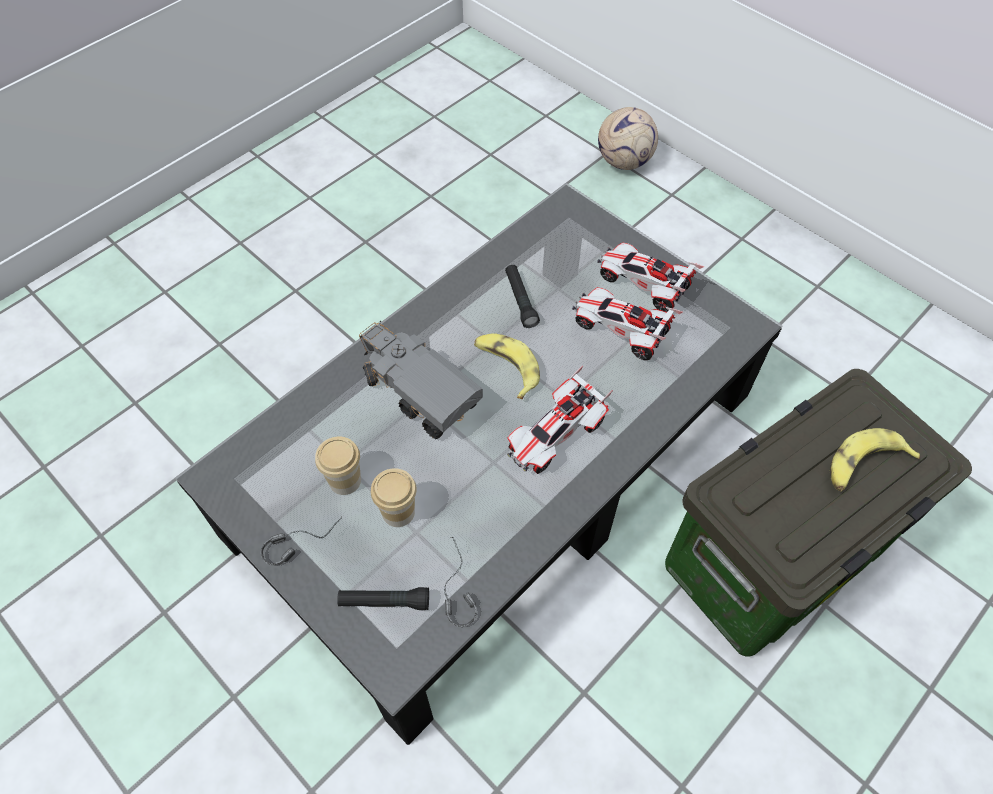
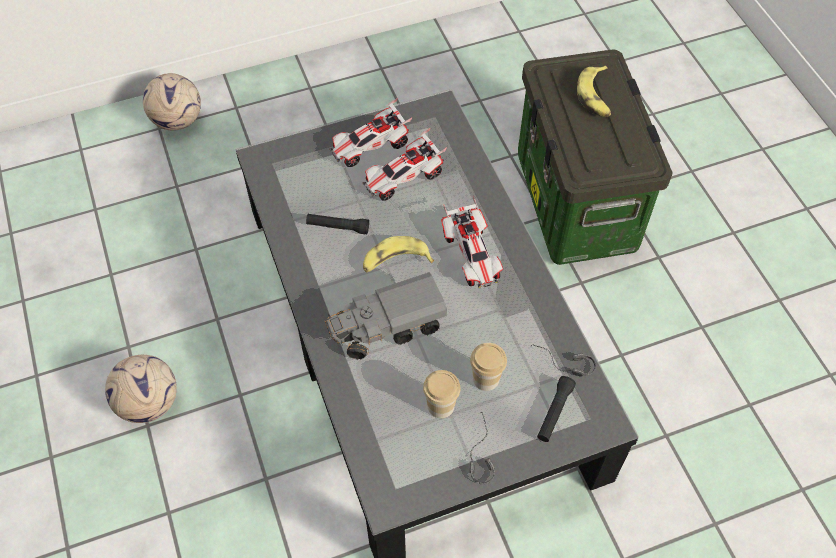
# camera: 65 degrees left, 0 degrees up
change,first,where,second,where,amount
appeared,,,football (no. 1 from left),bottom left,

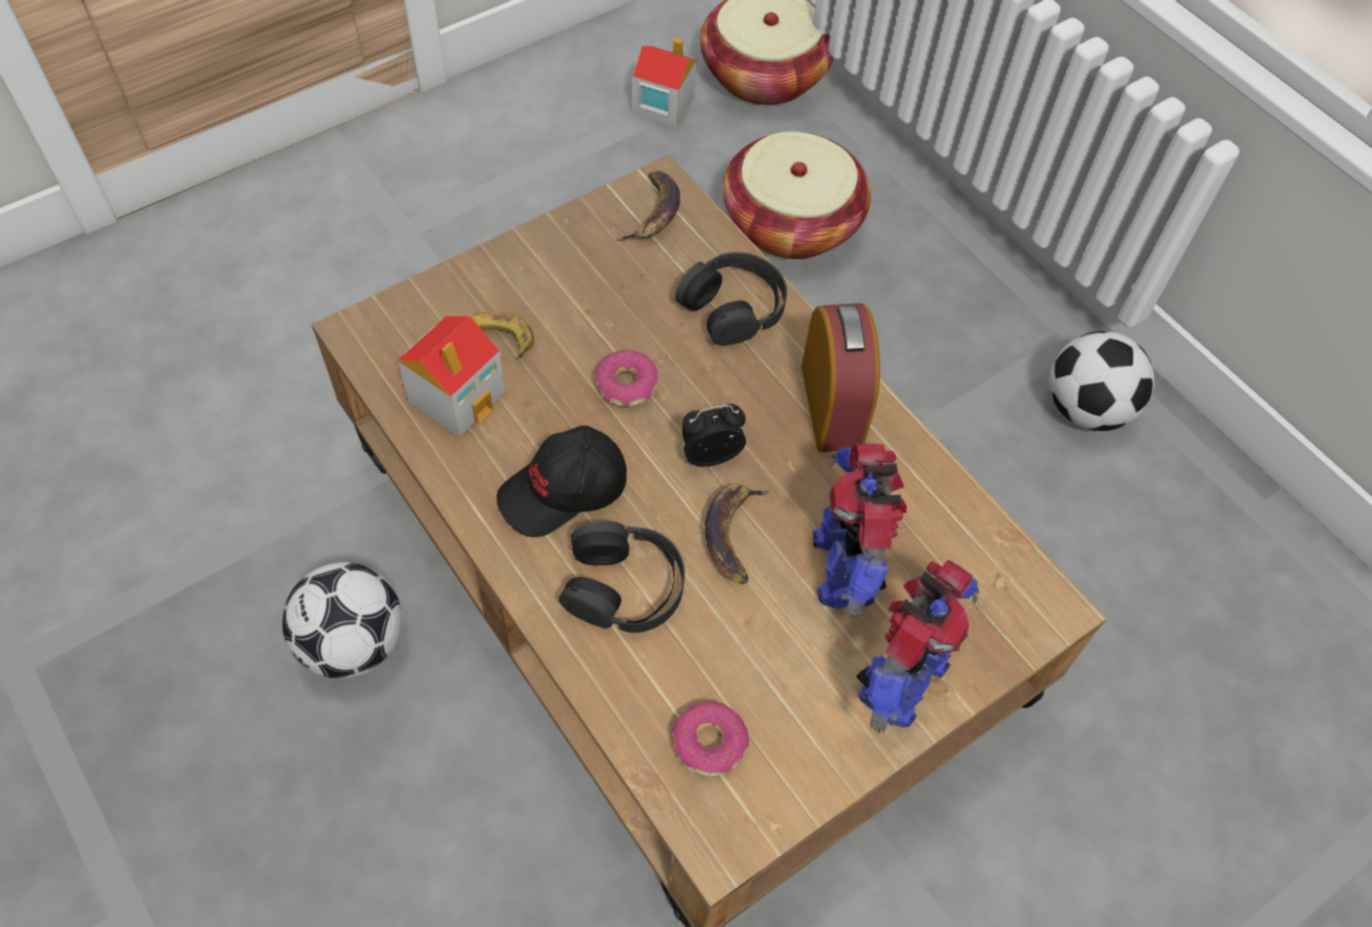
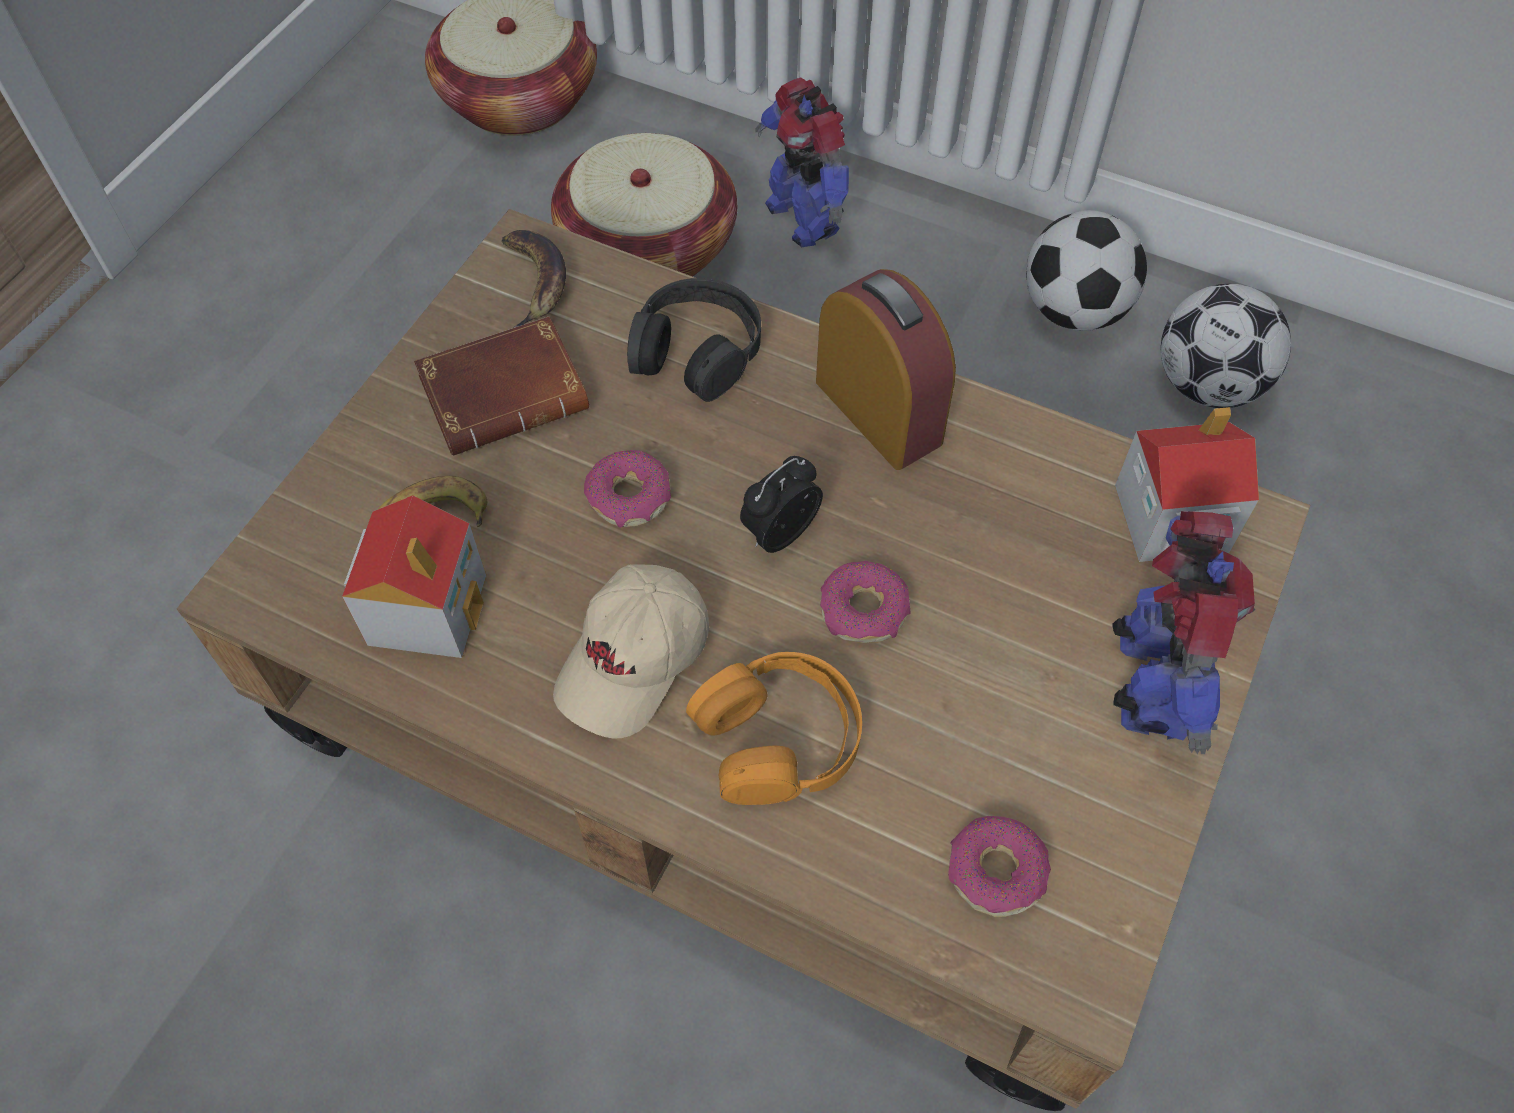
# camera: 25 degrees left, 0 degrees up
change,first,where,second,where,amount
relocated,football (no. 1 from left in the first image),bottom left,football (no. 2 from left),top right,
colour,baseball cap/blackish,centre,baseball cap/sand-coloured,centre,
colour,headset/blackish (no. 1 from left),centre,headset/orange,centre,
relocated,miniature house (no. 2 from left),top centre,,middle right,
exchanged,whole banana (no. 3 from left),centre,doughnut (no. 2 from left),centre,
relocated,toy robot (no. 1 from left),centre,,top centre,
appeared,,,book/brown,middle left,

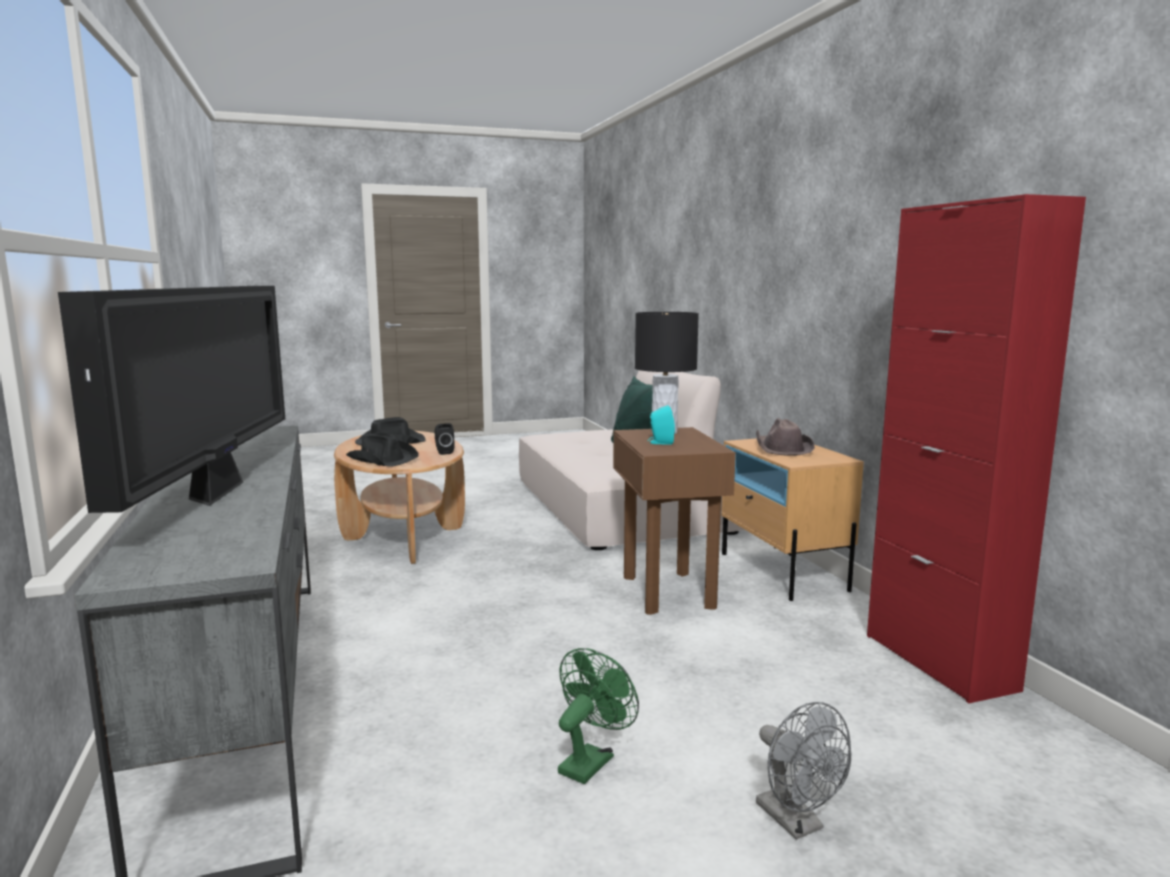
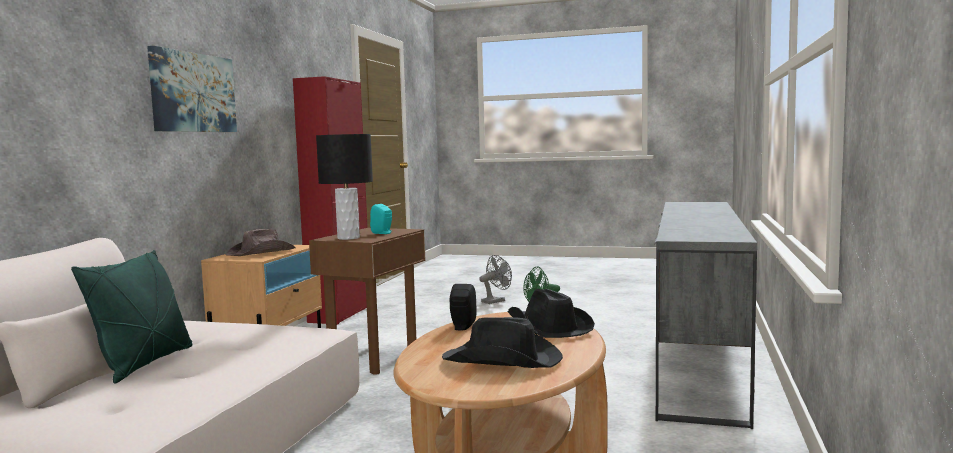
# camera: 145 degrees left, 5 degrees down
change,first,where,second,where,amount
missing,television,middle left,,,
spun,fan/gray,bottom right,,centre,45 degrees clockwise
appeared,,,picture,top left,

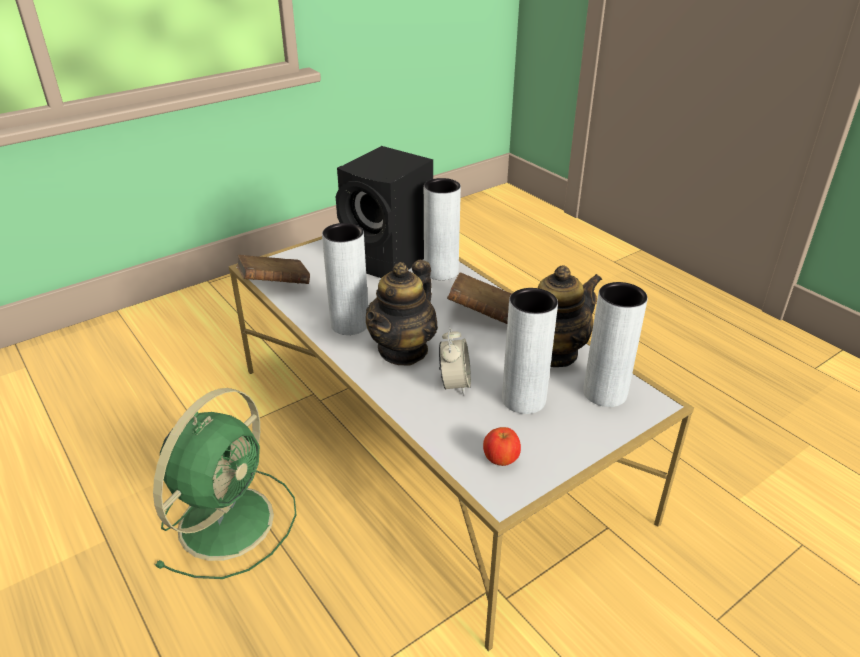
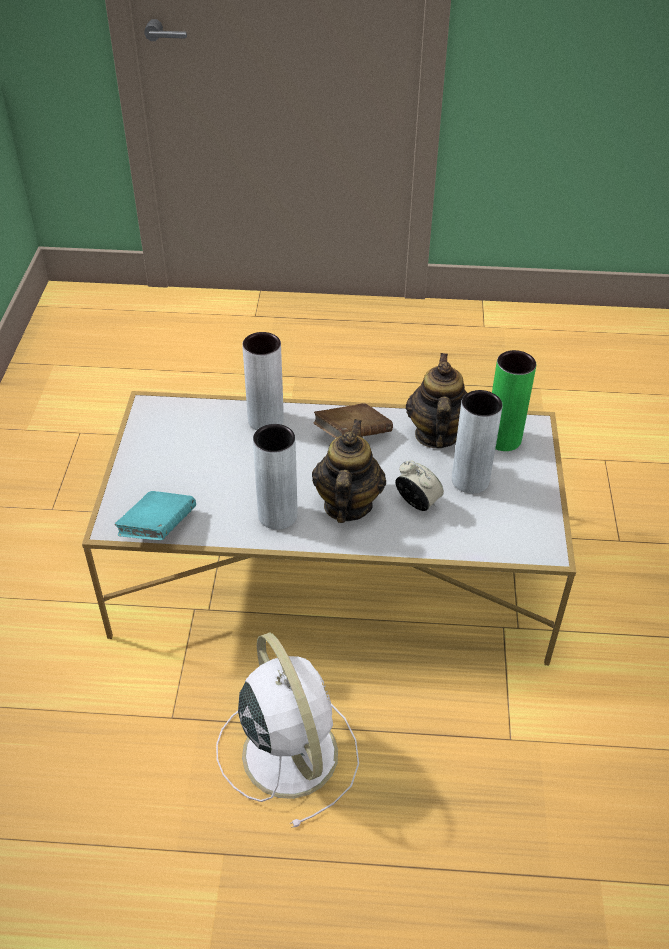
# camera: 50 degrees left, 10 degrees up
change,first,where,second,where,amount
colour,fan/greenish,bottom left,fan/white-coloured,bottom centre,
colour,book/brown (no. 1 from left),middle left,book/turquoise,middle left,
missing,audio speaker/blackish,top centre,,,
spun,teapot (no. 1 from left),centre,,centre,150 degrees counterclockwise
missing,apple,bottom centre,,,
colour,flower vase/gray (no. 4 from left),middle right,flower vase/greenish,middle right,

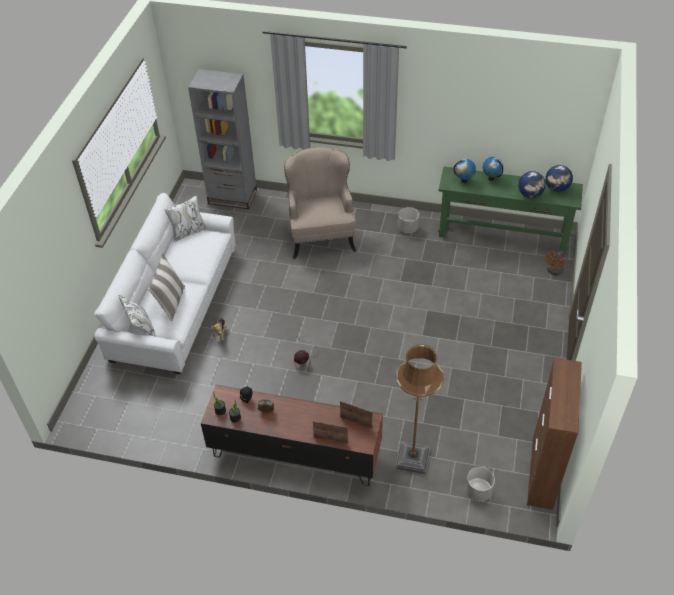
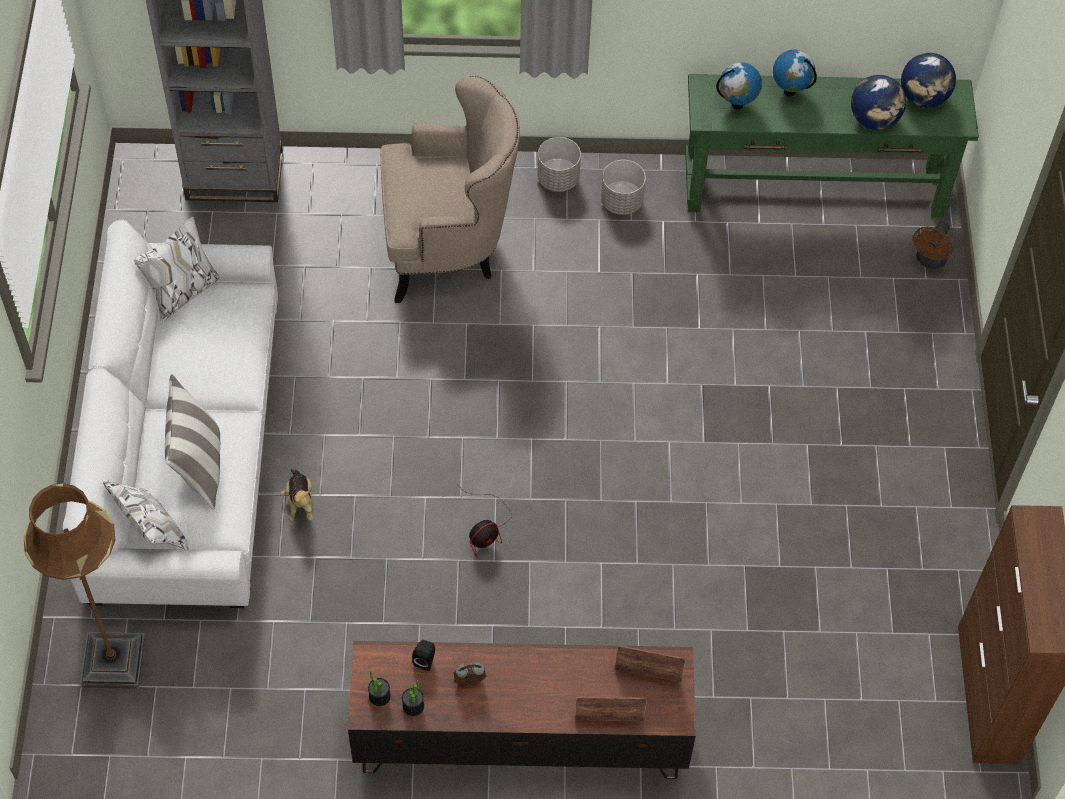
# camera: 15 degrees left, 10 degrees up
change,first,where,second,where,amount
spun,easy chair/sand-coloured,centre,,top centre,105 degrees clockwise
relocated,standard lamp/brown,bottom centre,,bottom left,
relocated,planter/gray (no. 2 from left in the first image),bottom right,planter/gray (no. 1 from left),top centre,

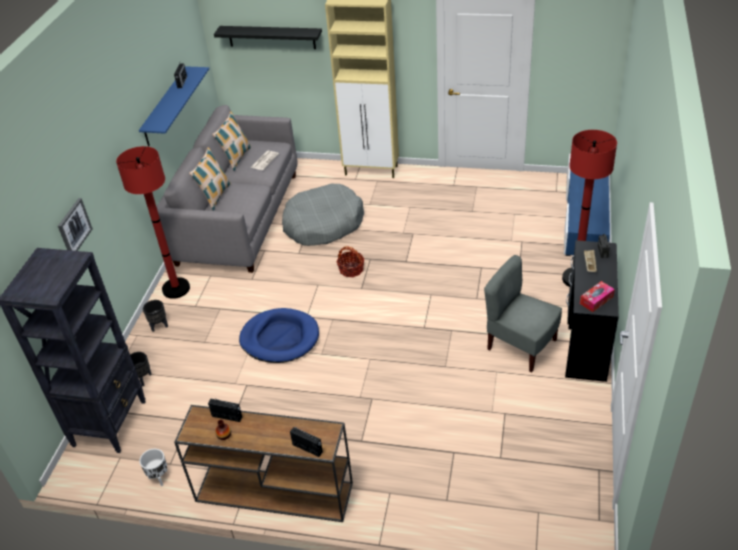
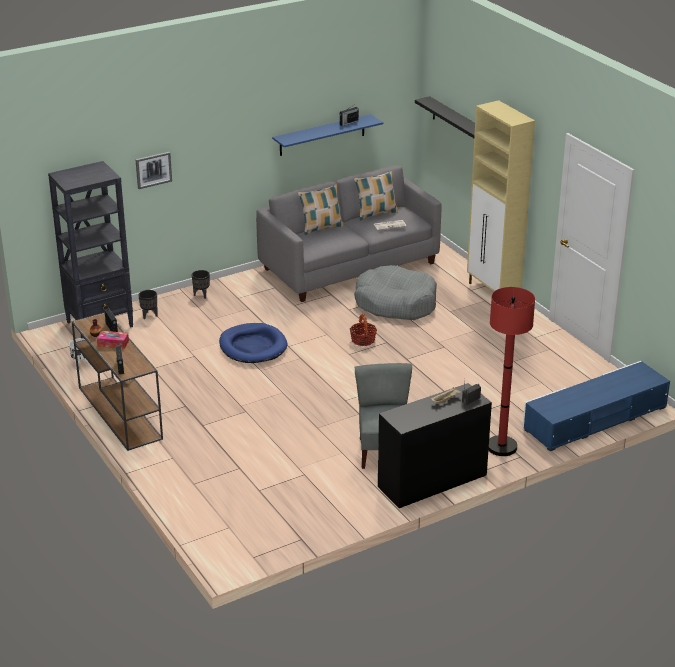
# camera: 45 degrees right, 10 degrees down
change,first,where,second,where,amount
missing,standard lamp/red-coloured (no. 1 from left),middle left,,,
relocated,tissue box,middle right,,middle left,

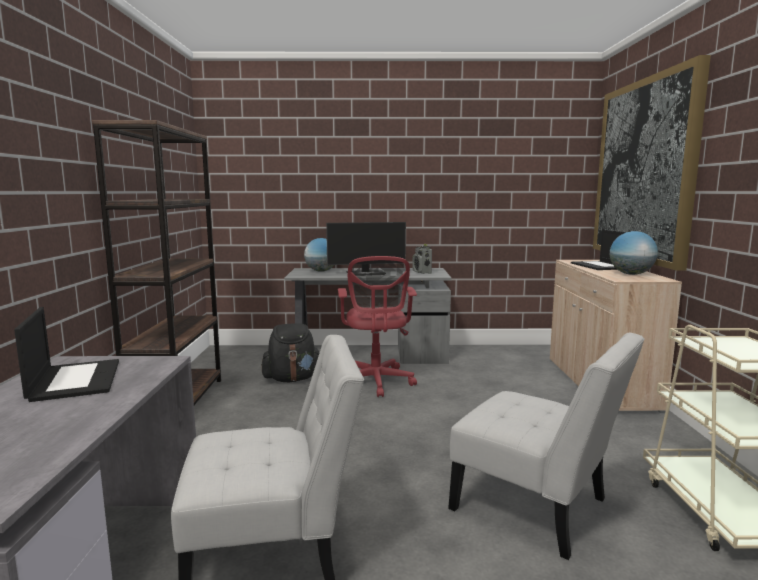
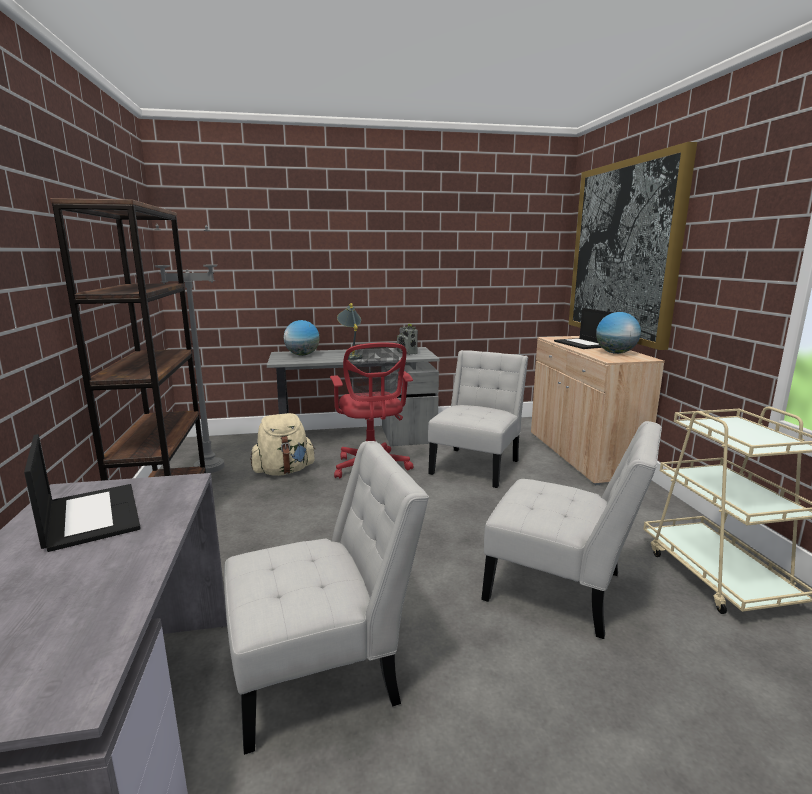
# camera: 10 degrees left, 5 degrees up
change,first,where,second,where,amount
colour,rucksack/blackish,centre,rucksack/sand-coloured,centre,
exchanged,computer screen,centre,table lamp/gray,centre,
appeared,,,standard lamp/gray,middle left,
appeared,,,upright chair/white-coloured (no. 2 from left),centre,

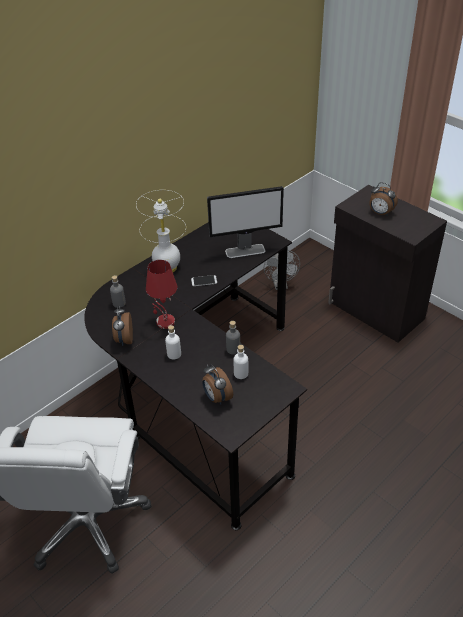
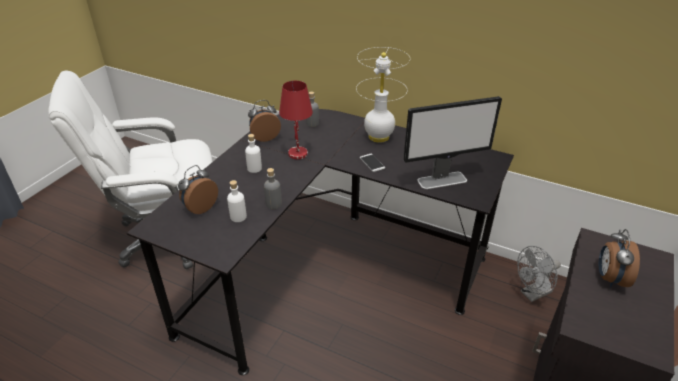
# camera: 70 degrees right, 5 degrees down
change,first,where,second,where,amount
spun,computer screen,centre,,middle right,75 degrees counterclockwise

